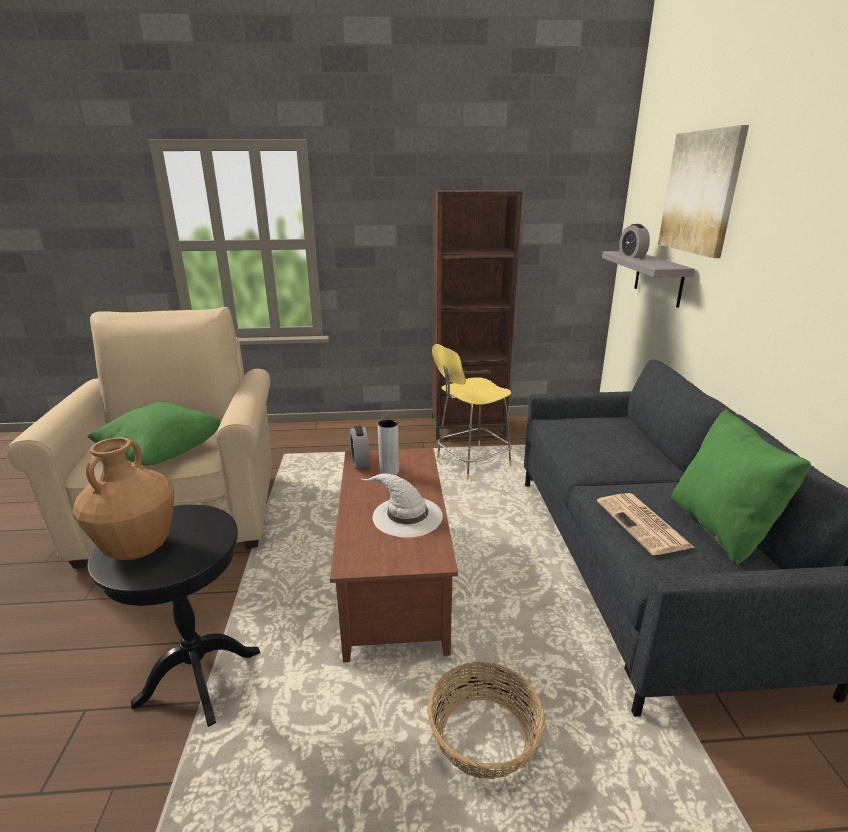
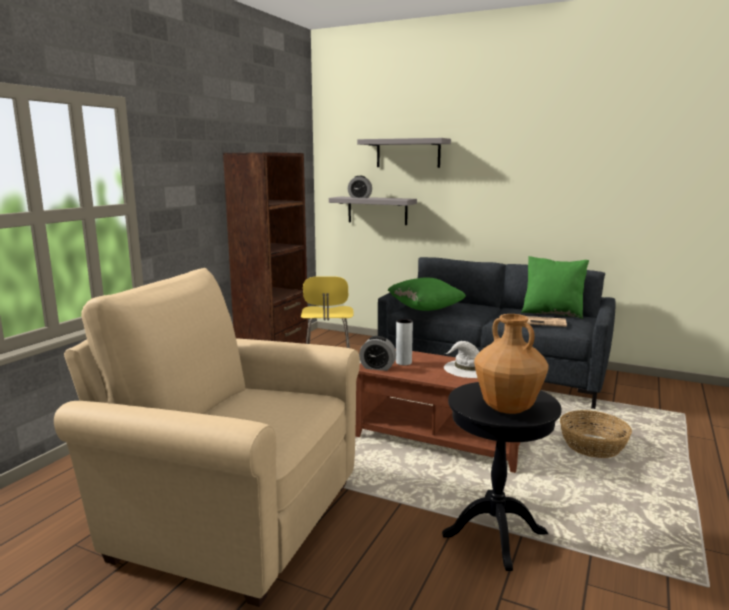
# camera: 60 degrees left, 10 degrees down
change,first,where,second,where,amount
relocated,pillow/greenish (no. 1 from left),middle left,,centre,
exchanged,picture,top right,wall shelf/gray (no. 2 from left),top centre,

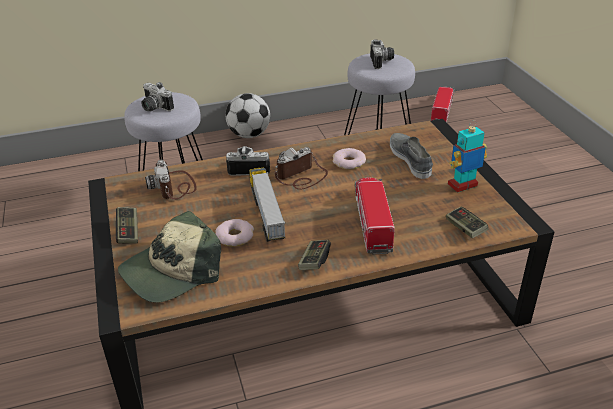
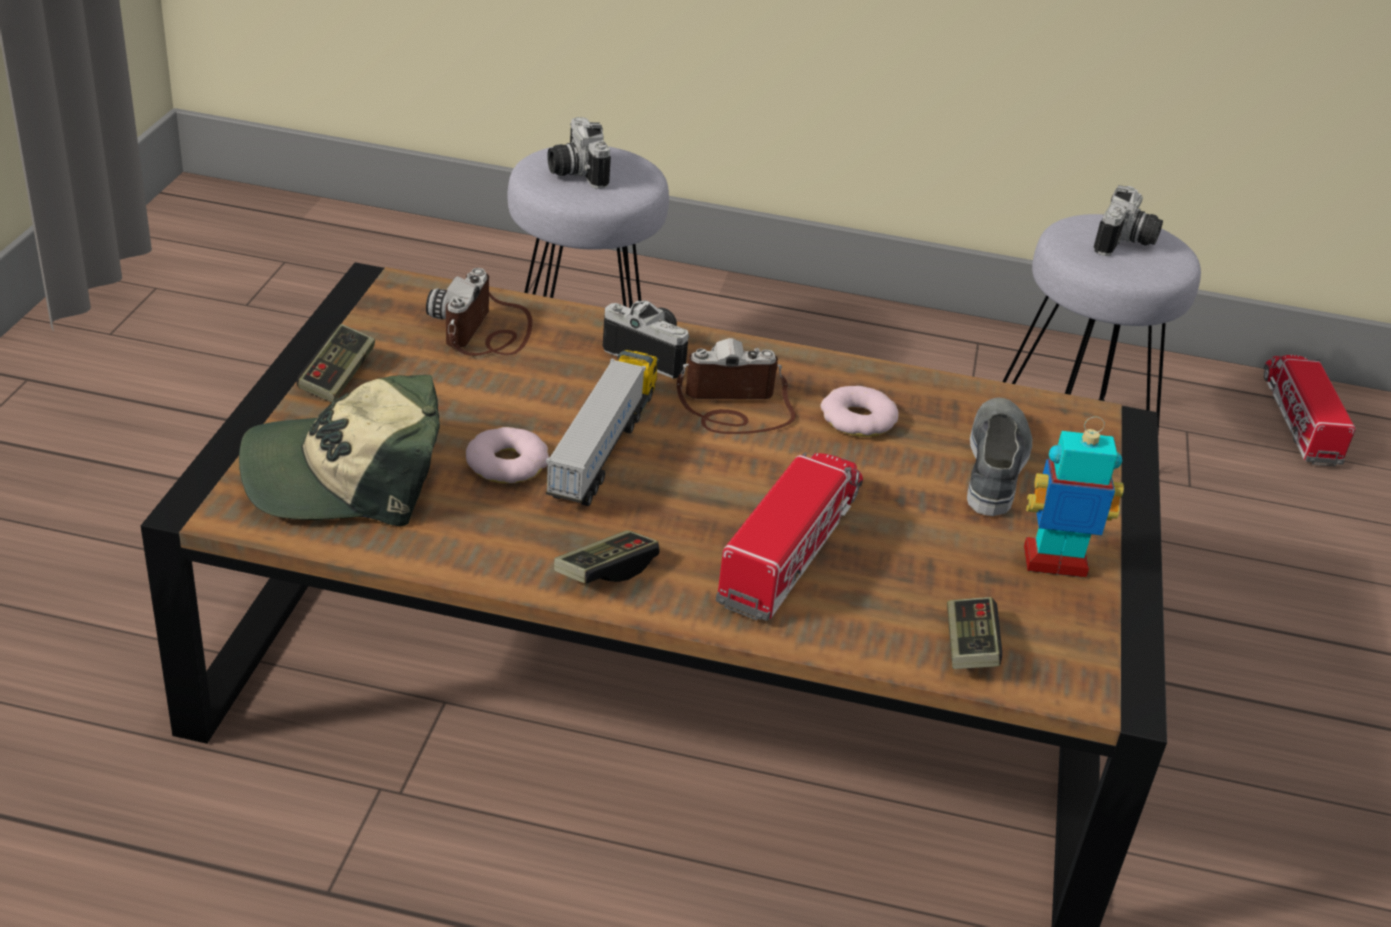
# camera: 25 degrees right, 0 degrees up
change,first,where,second,where,amount
missing,football,top centre,,,
spun,toy lorry (no. 3 from left),top right,,middle right,45 degrees counterclockwise

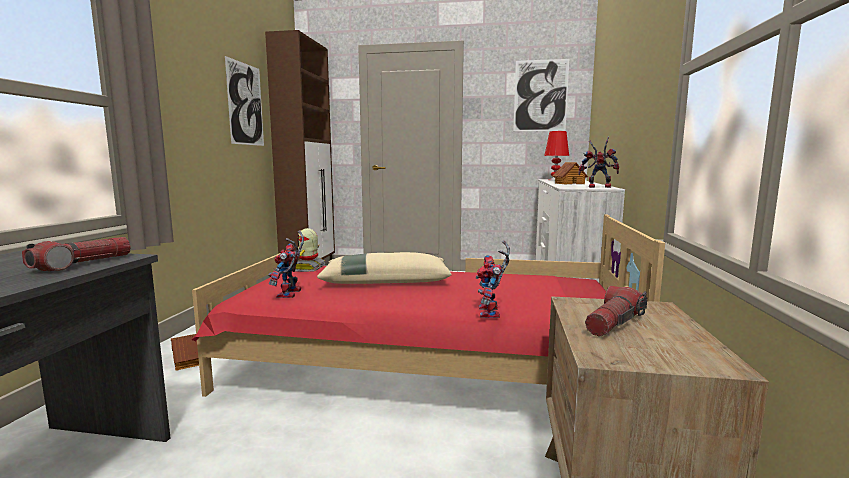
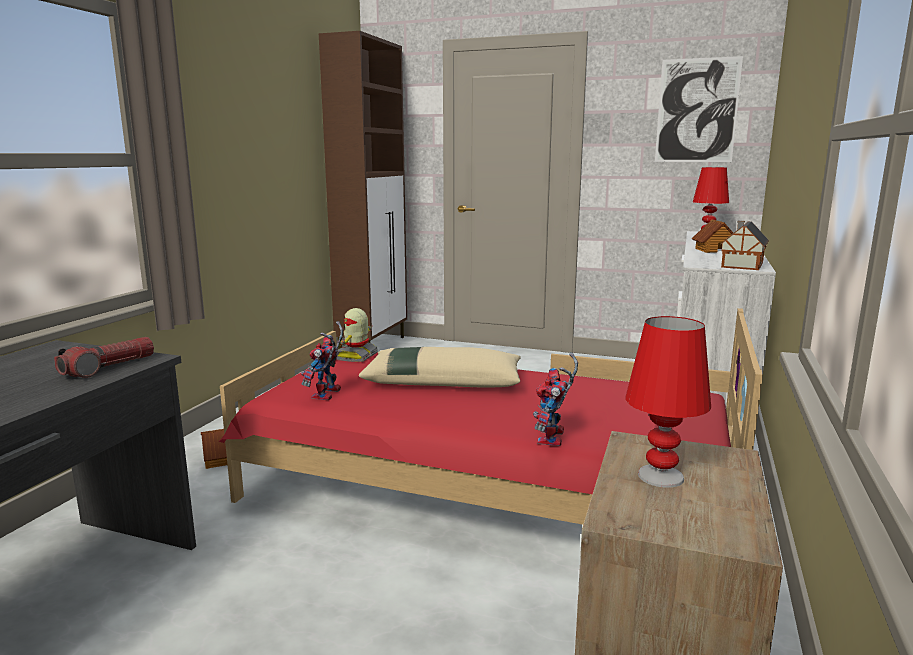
# camera: 10 degrees right, 5 degrees up
change,first,where,second,where,amount
missing,picture (no. 1 from left),top left,,,
exchanged,toy robot (no. 4 from left),middle right,miniature house (no. 3 from left),middle right,
exchanged,hand torch (no. 2 from left),middle right,table lamp/red-coloured (no. 1 from left),middle right,

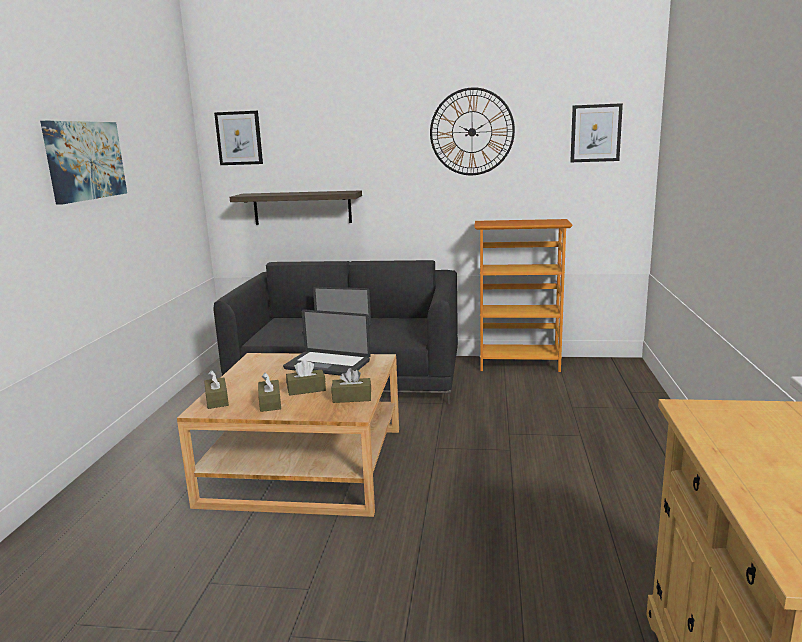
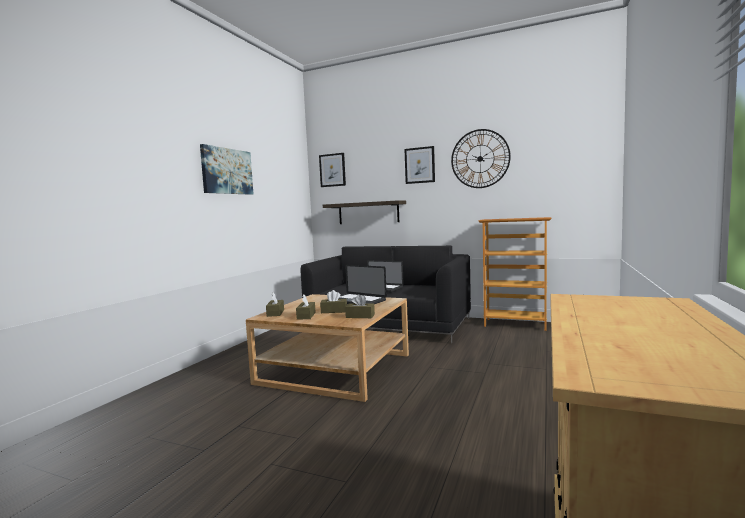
# camera: 15 degrees right, 10 degrees down
change,first,where,second,where,amount
relocated,picture (no. 3 from left),top right,,top centre,

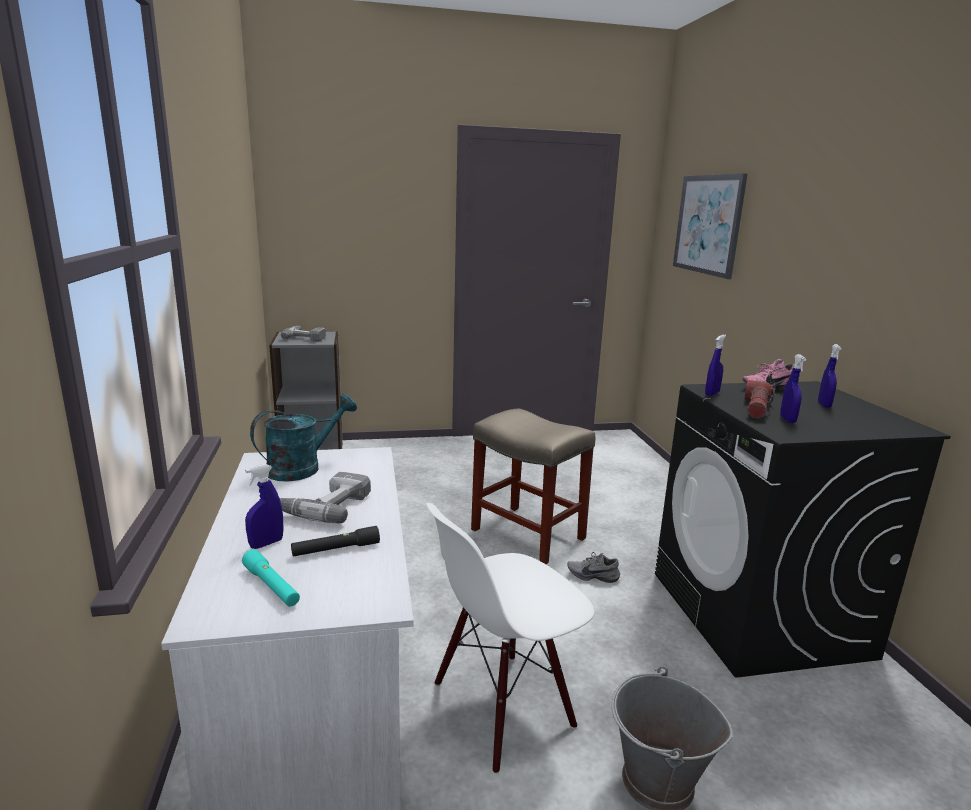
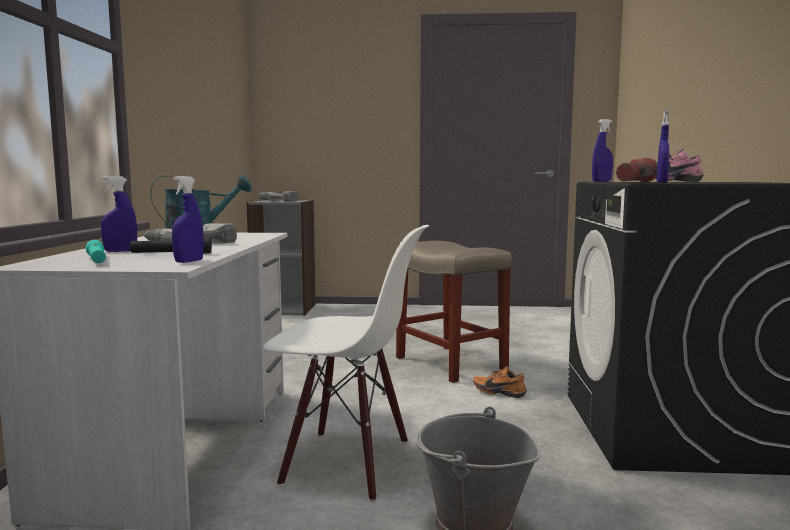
# camera: 15 degrees right, 10 degrees down
change,first,where,second,where,amount
spun,upright chair/white-coloured,bottom centre,,bottom centre,150 degrees counterclockwise
colour,low shoe/gray,bottom centre,low shoe/orange,bottom centre,
missing,picture,top right,,,
relocated,hand sprayer/bluish (no. 4 from left in the first image),middle right,hand sprayer/bluish (no. 2 from left),middle left,

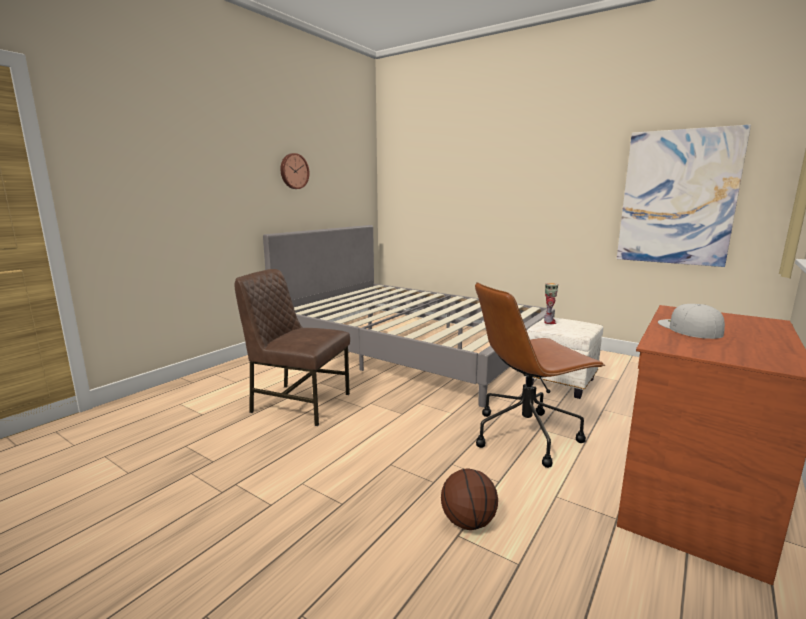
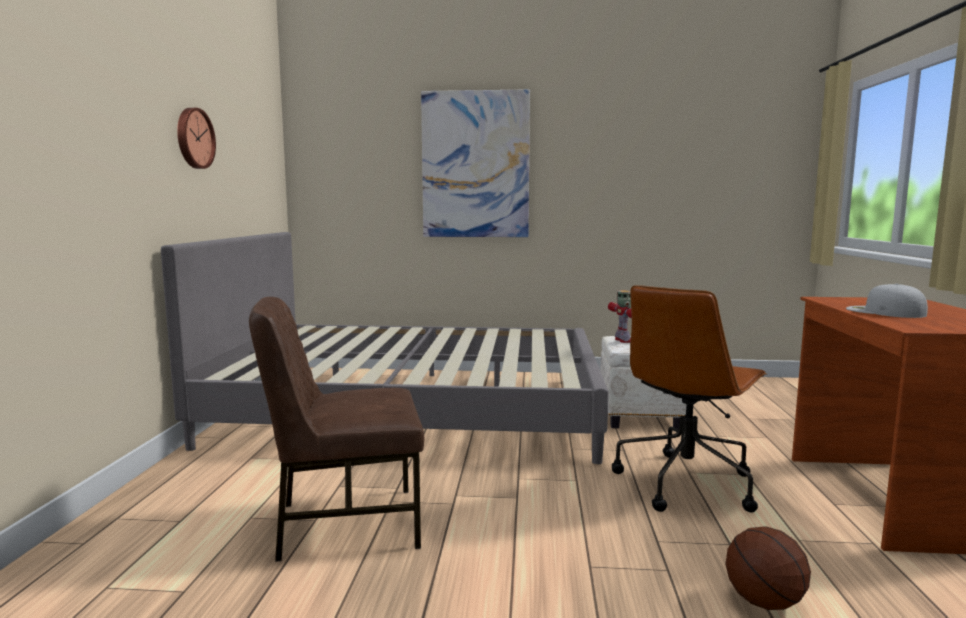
# camera: 30 degrees left, 5 degrees down
change,first,where,second,where,amount
relocated,picture,top right,,top centre,

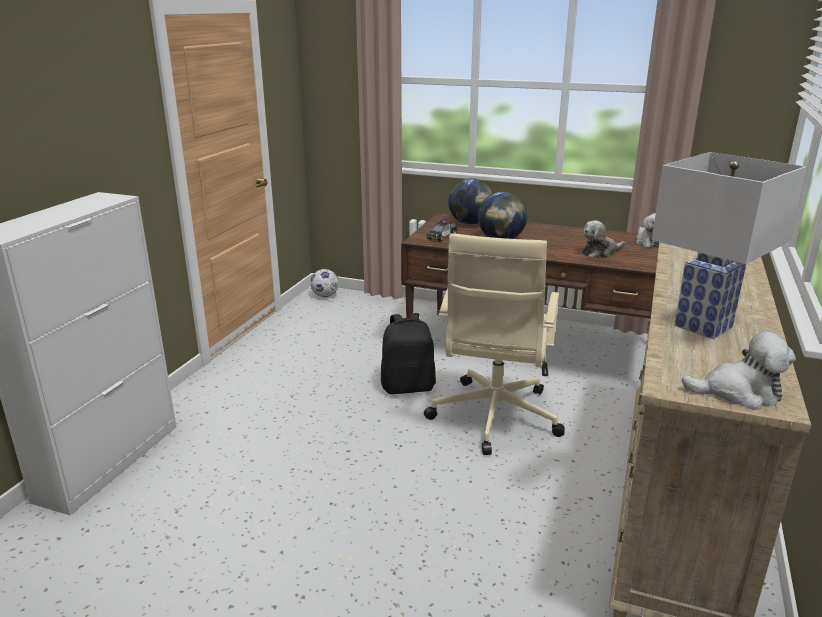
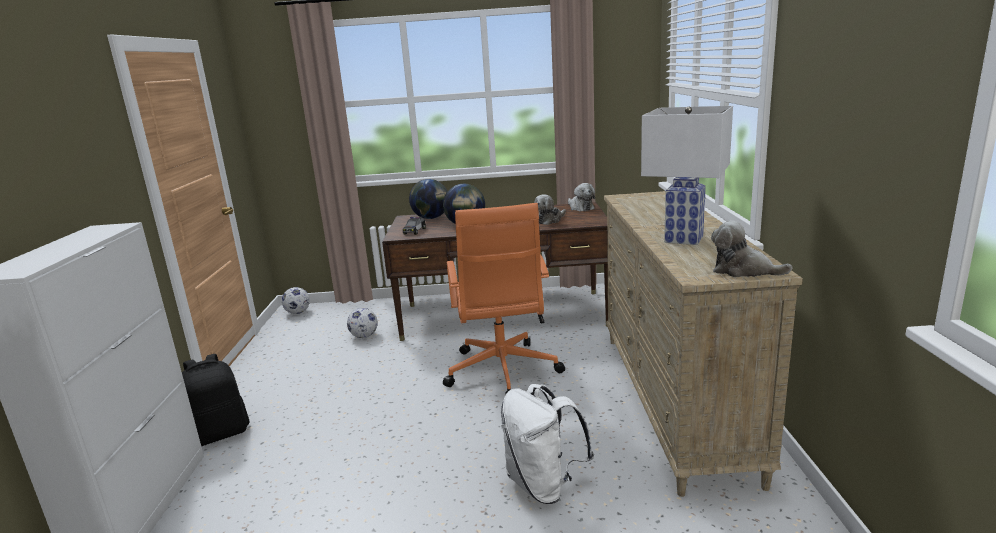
# camera: 20 degrees left, 5 degrees down
change,first,where,second,where,amount
relocated,rucksack/blackish,centre,,bottom left,
colour,computer chair/sand-coloured,centre,computer chair/orange,centre,
spun,cuddly toy (no. 3 from left),middle right,,middle right,135 degrees counterclockwise
appeared,,,football (no. 2 from left),centre,
appeared,,,rucksack/white-coloured,bottom centre,

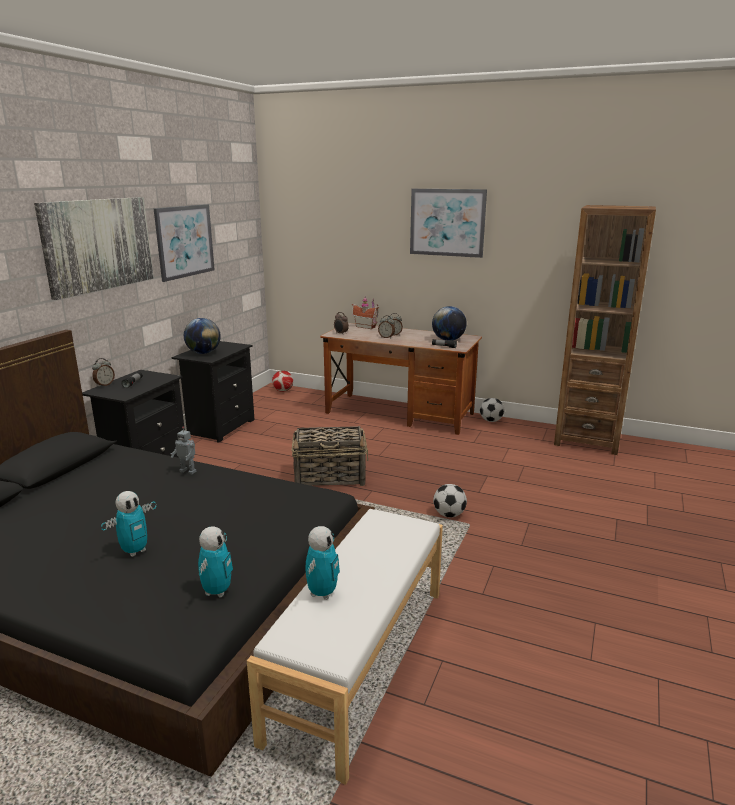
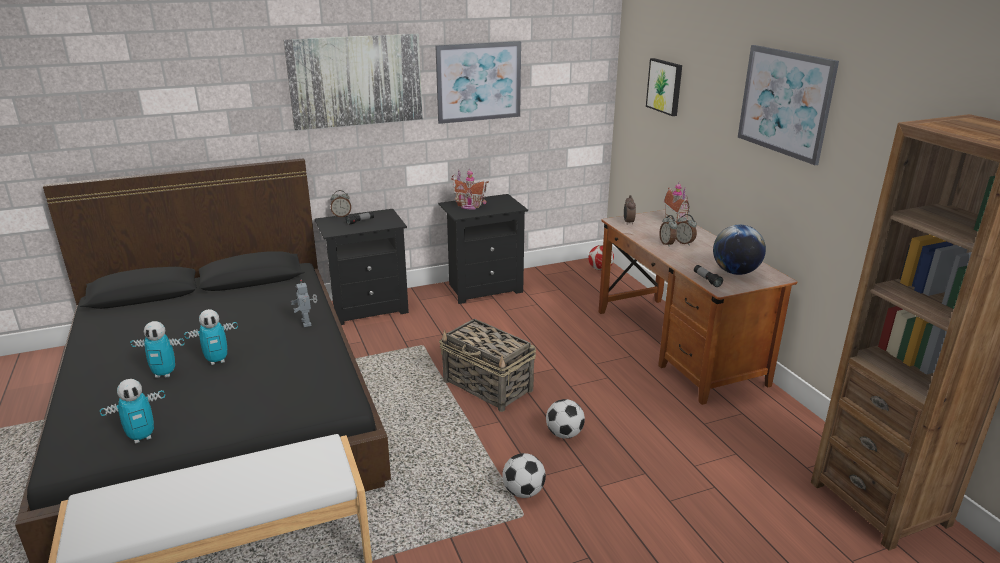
# camera: 45 degrees right, 5 degrees up
change,first,where,second,where,amount
exchanged,desk globe (no. 1 from left),middle left,miniature house (no. 1 from left),centre,
relocated,toy robot (no. 4 from left in the first image),bottom centre,toy robot (no. 3 from left),middle left,
relocated,football (no. 3 from left in the first image),middle right,football (no. 2 from left),bottom centre,
appeared,,,picture (no. 3 from left),top centre,

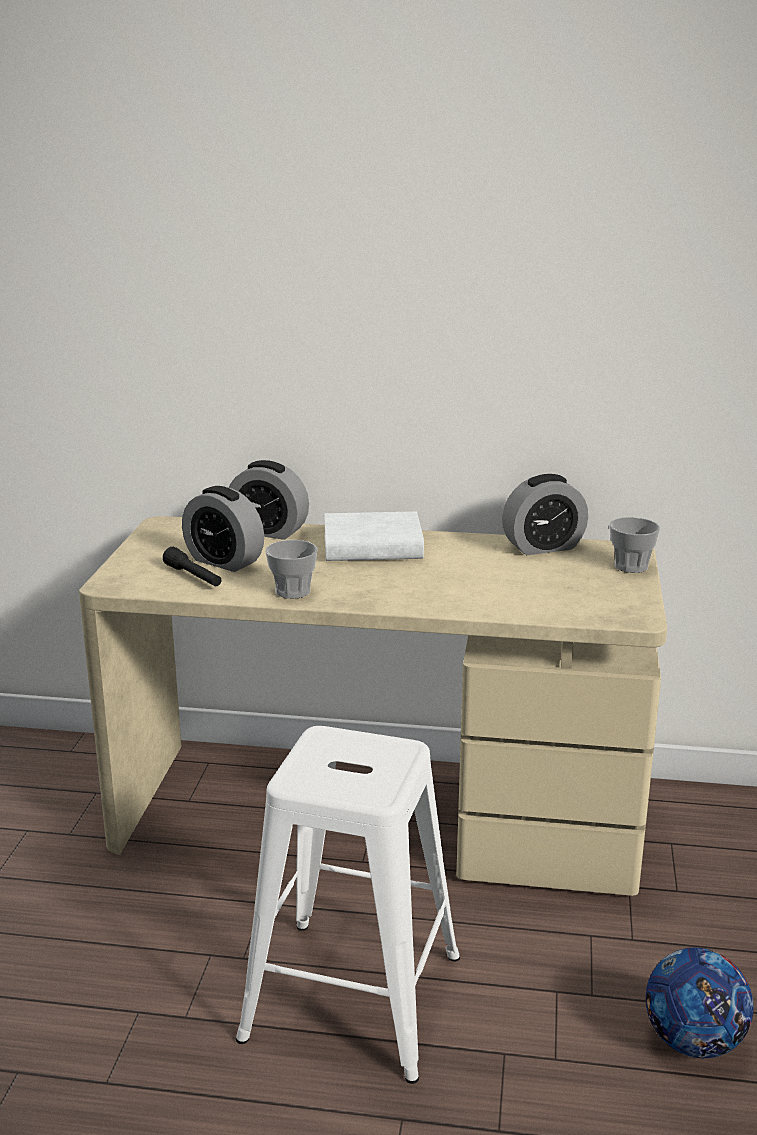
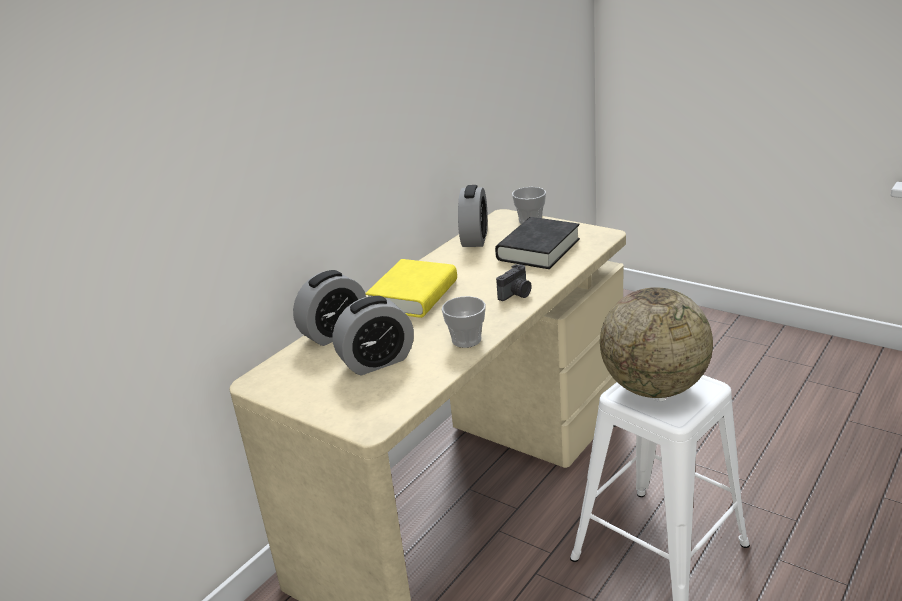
# camera: 60 degrees left, 5 degrees up
change,first,where,second,where,amount
missing,hand torch/blackish,middle left,,,
colour,book/white-coloured,centre,book/yellowish,centre,
missing,football,bottom right,,,
appeared,,,book/blackish,centre,
appeared,,,still camera,centre,
appeared,,,desk globe,middle right,

